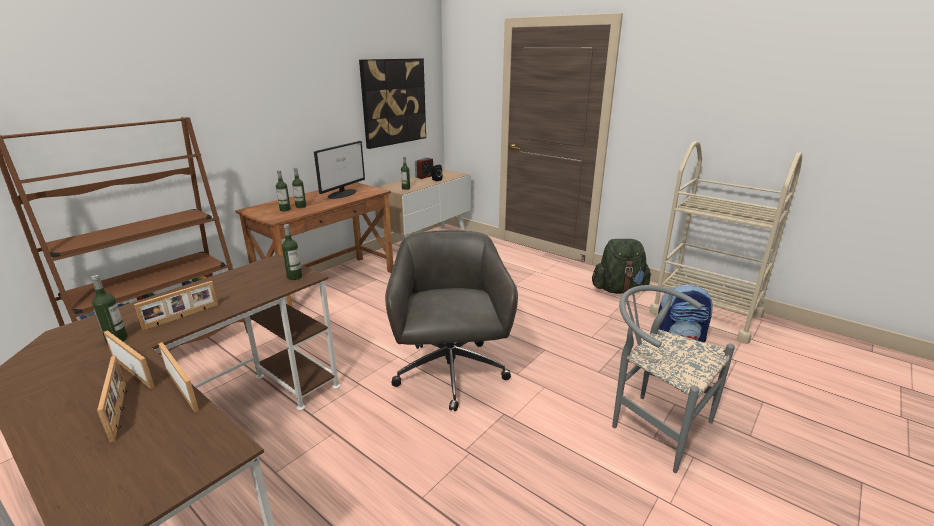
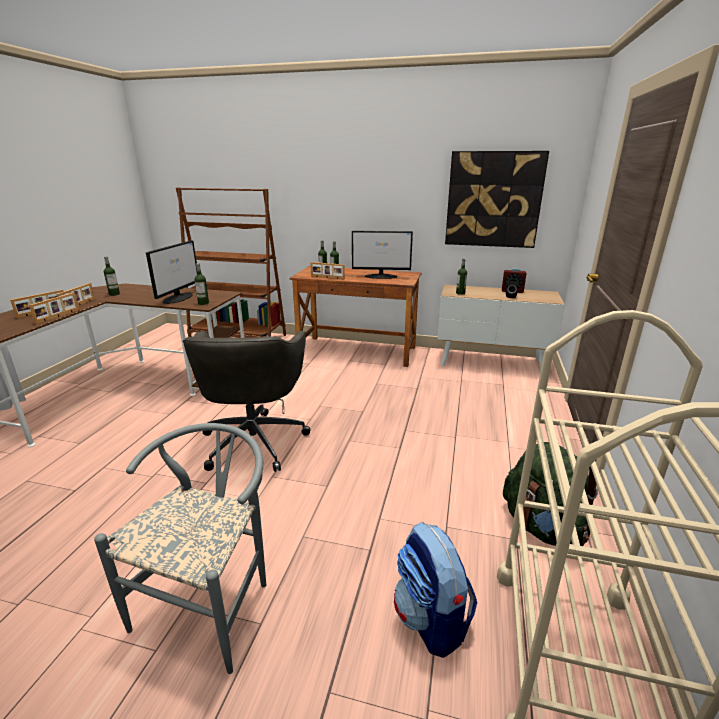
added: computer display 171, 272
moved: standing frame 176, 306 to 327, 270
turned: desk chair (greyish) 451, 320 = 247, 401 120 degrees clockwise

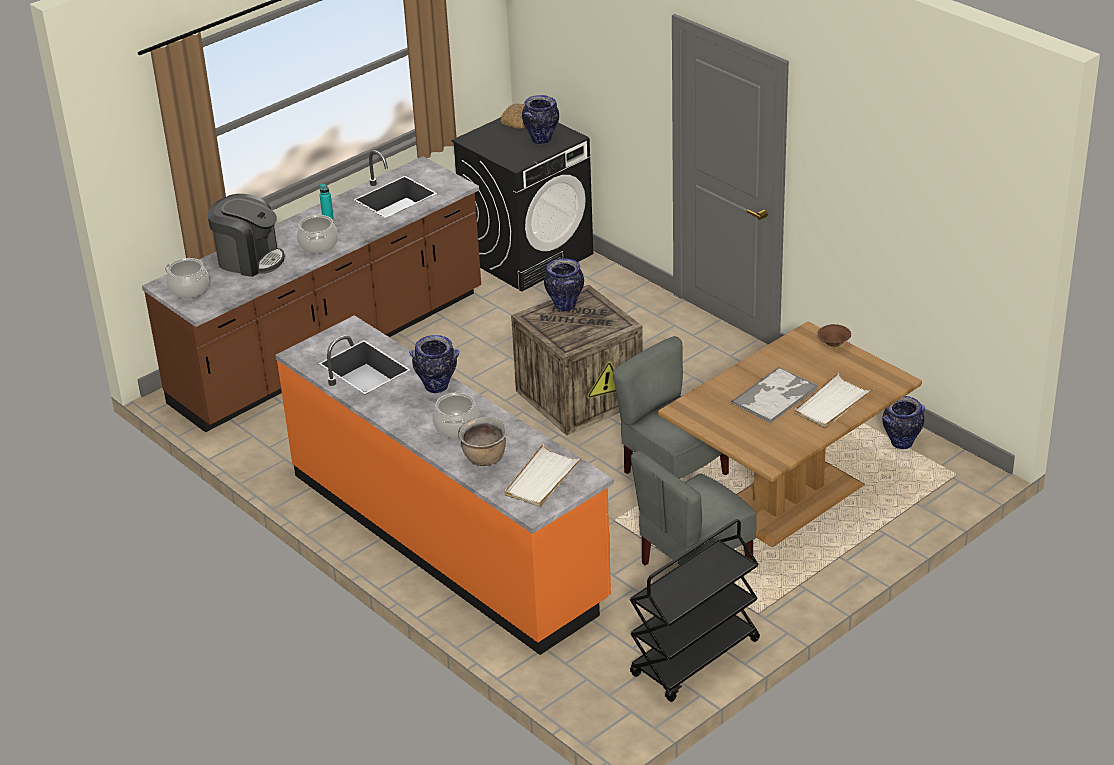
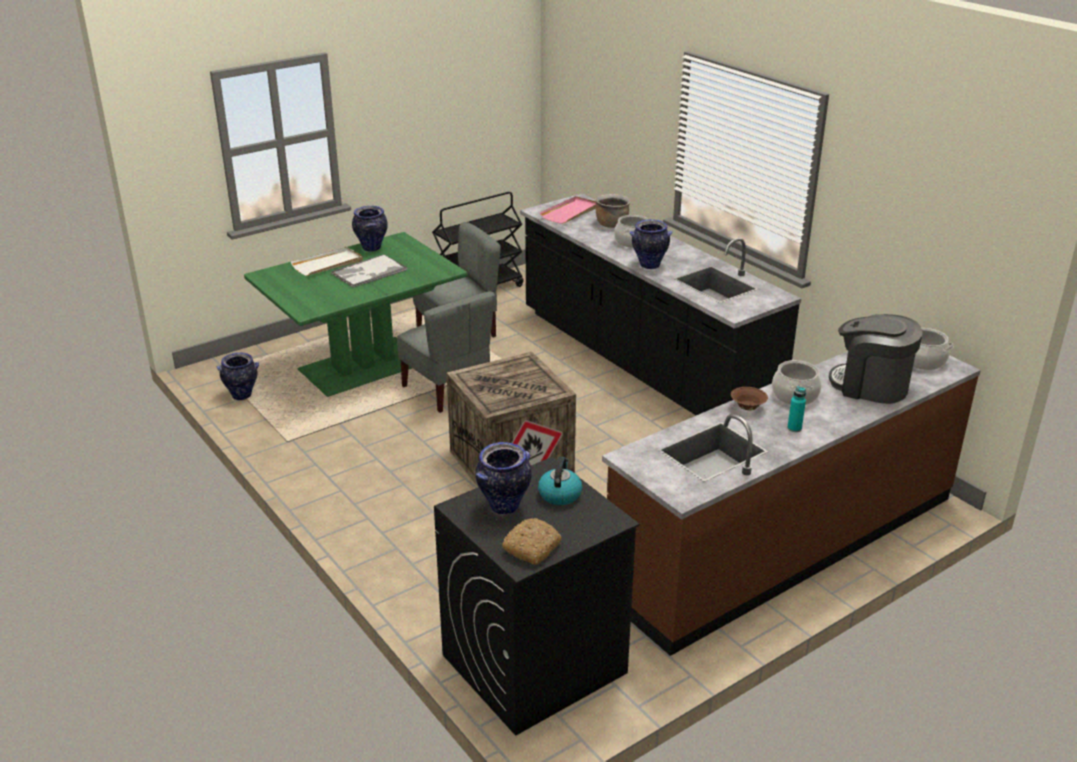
added: tea kettle 560, 481
moved: flower vase 564, 284 to 370, 229; bowl (brown-coloured) 834, 335 to 749, 398
recoloured: dinner table (brown-coloured) 790, 434 to dinner table (greenish) 356, 314; kitchen counter (orange) 444, 485 to kitchen counter (blackish) 660, 304; serving tray (white) 543, 475 to serving tray (pink-coloured) 568, 210

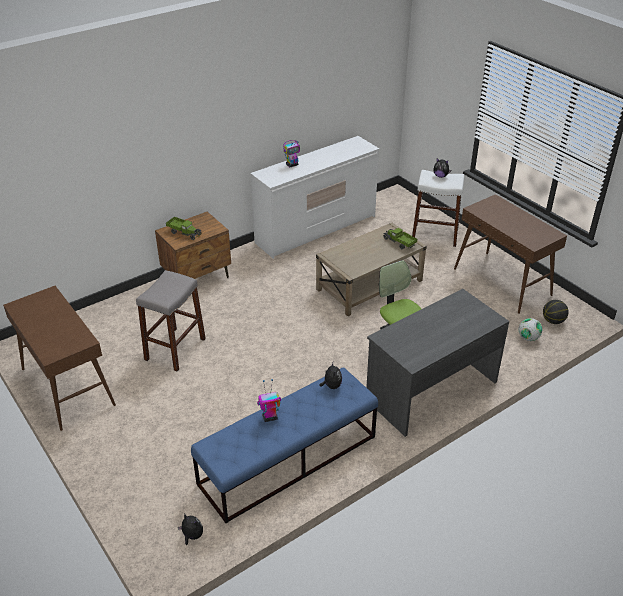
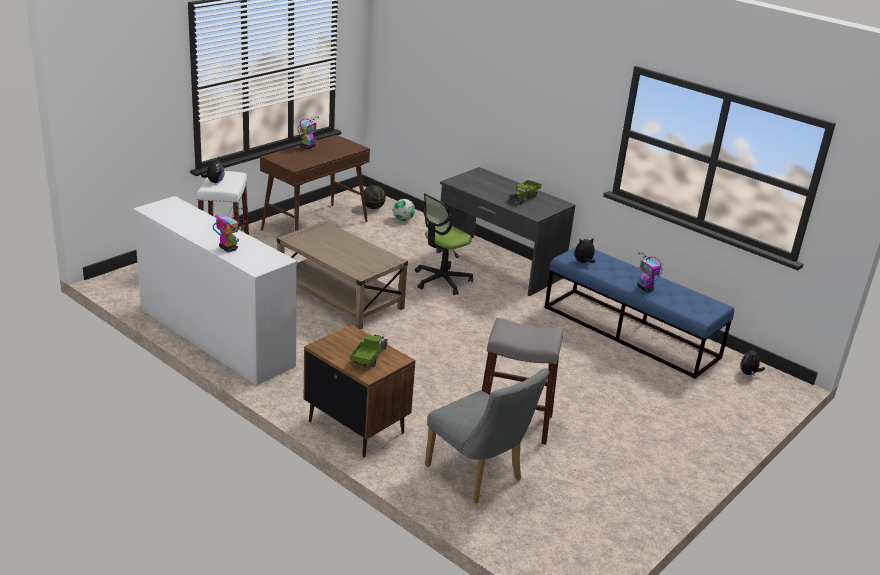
removed: hall table (brown-coloured) 59, 358
added: robot figure 308, 133; plain chair (greyish) 487, 435
moved: toy lorry 400, 238 to 525, 192

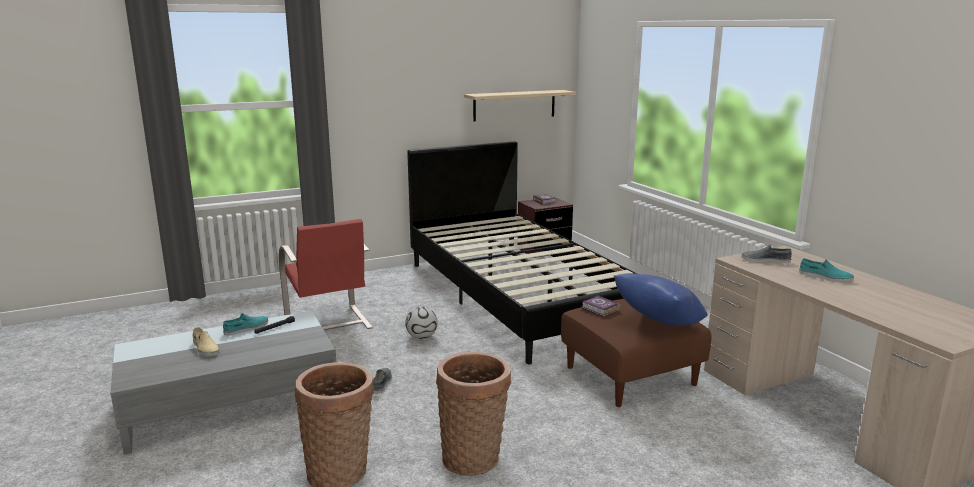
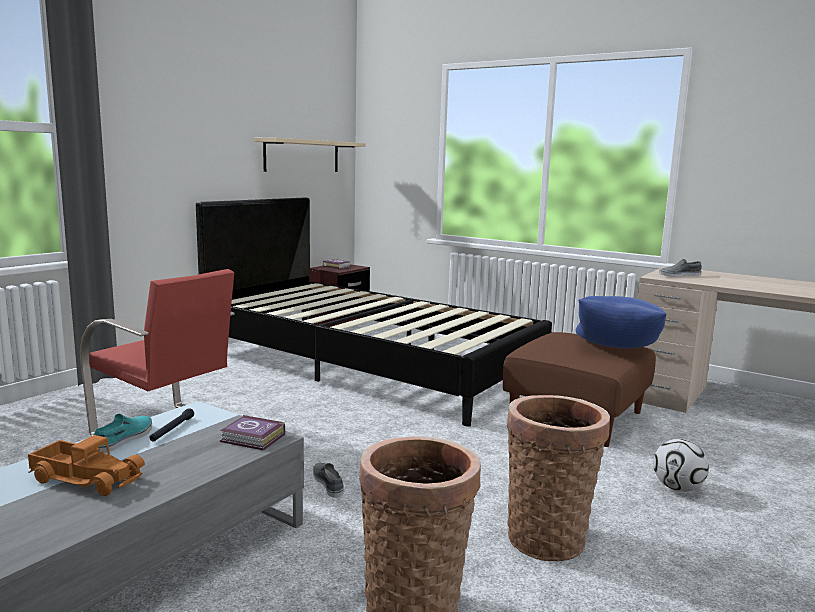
removed: item of footwear (blue-green) 826, 270
moved: bound book 600, 306 to 252, 432; football ball 421, 323 to 681, 465
replaced: item of footwear (sand-coloured) 206, 341 to toy lorry 86, 465

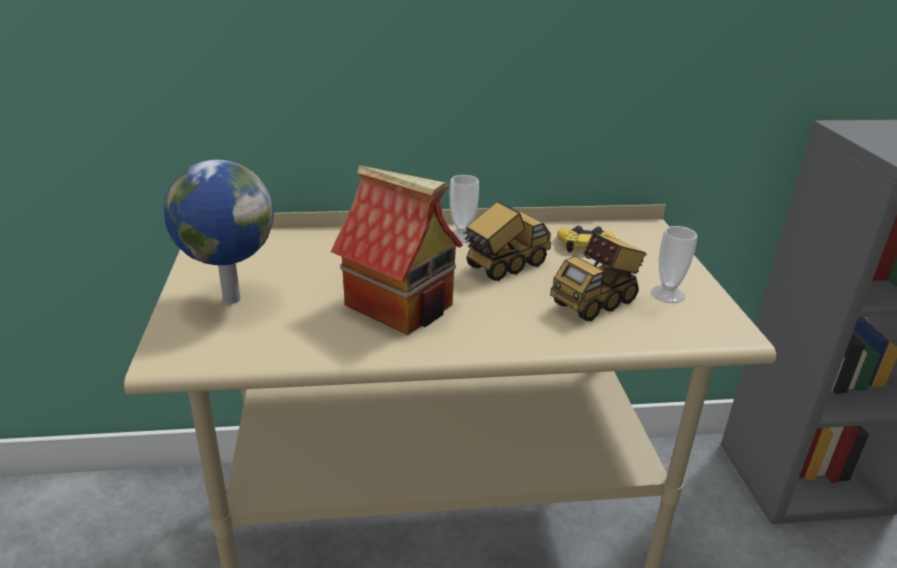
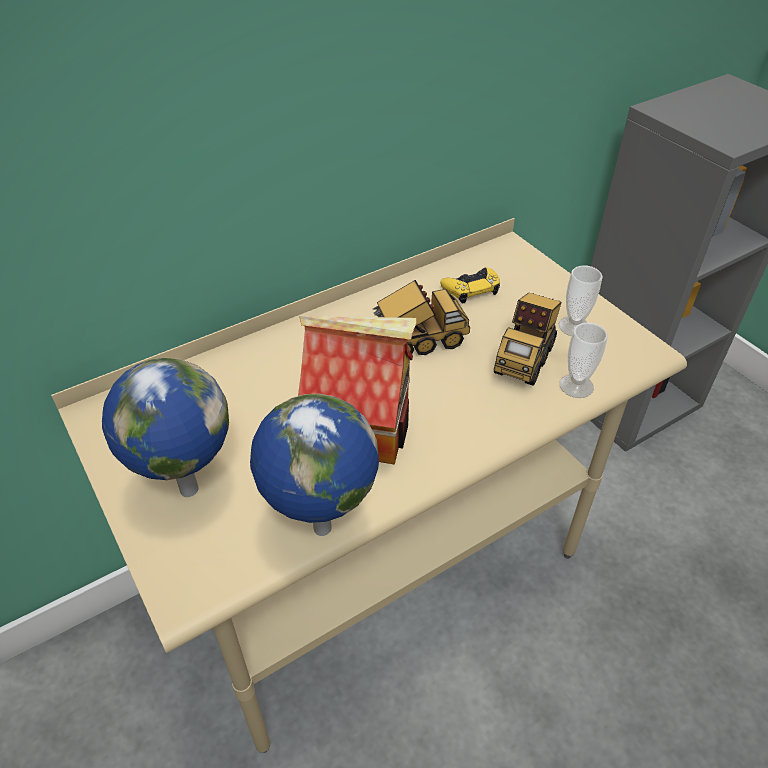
added: world globe 314, 465
moved: drinking cup 464, 209 to 584, 360
turned: toy lorry 507, 241 = 421, 317 45 degrees clockwise

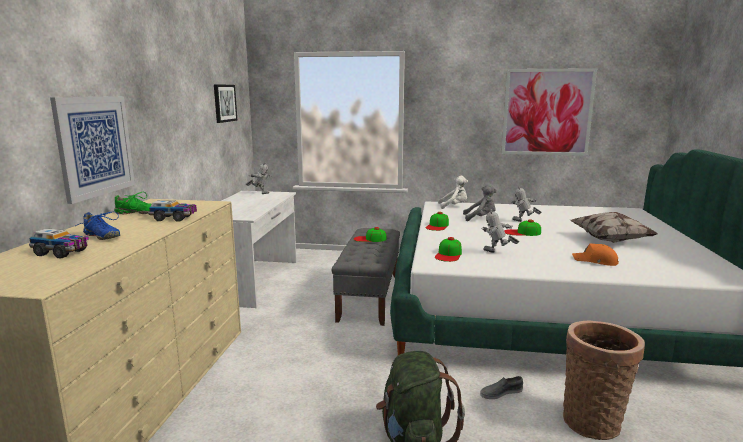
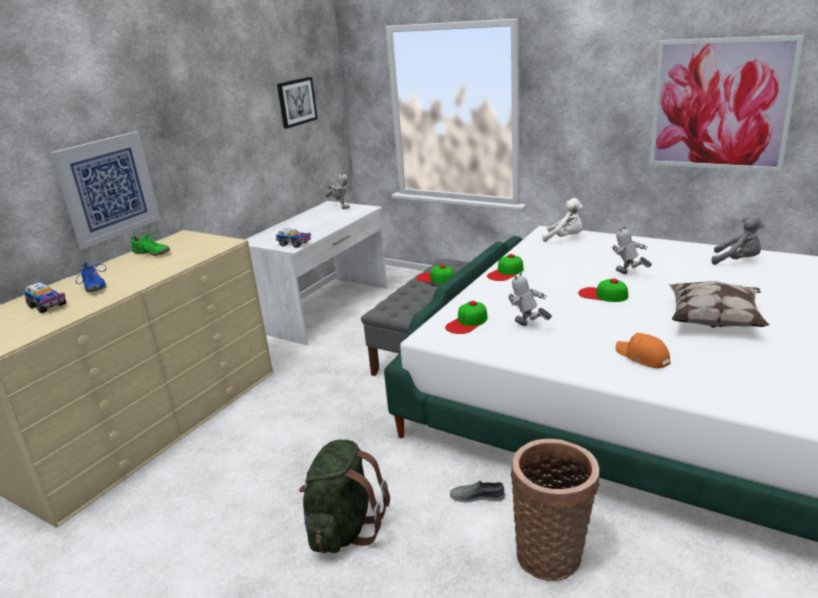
moved: toy lorry 172, 211 to 293, 238; plush toy (greyish) 480, 202 to 738, 240

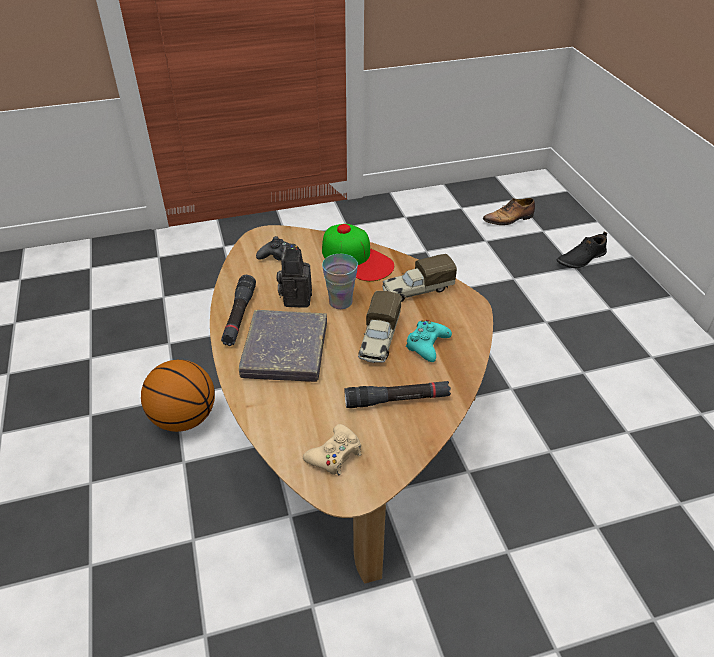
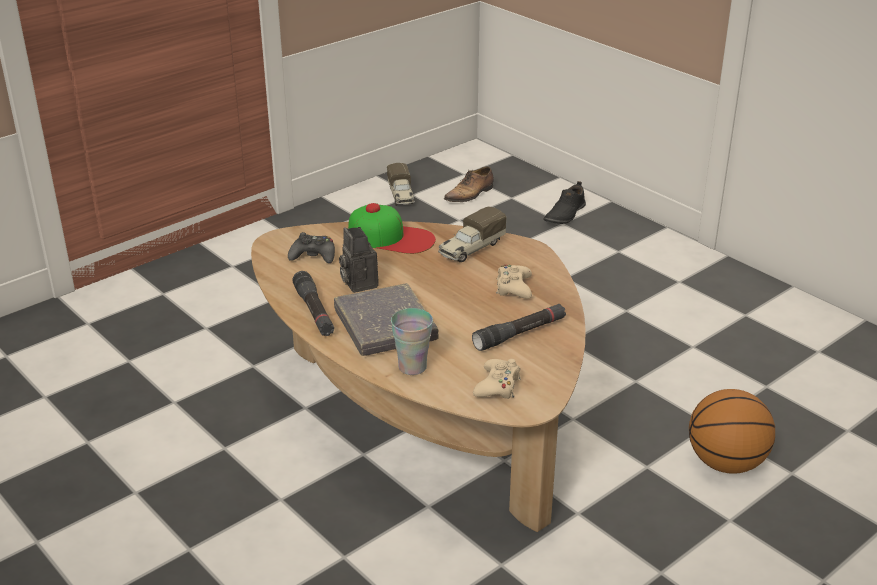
moved: toy lorry 380, 327 to 401, 184; drinking cup 340, 281 to 412, 341; basketball 178, 396 to 732, 431
recoloured: gamepad (blue-green) 429, 341 to gamepad (sand-coloured) 514, 282

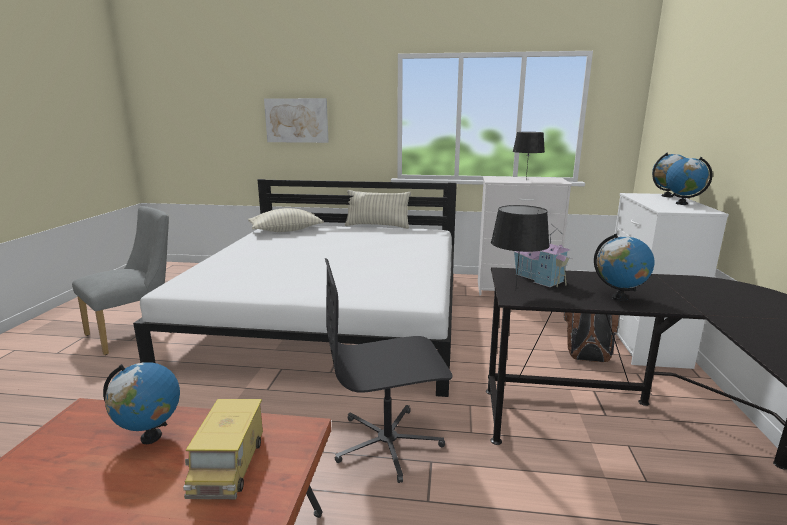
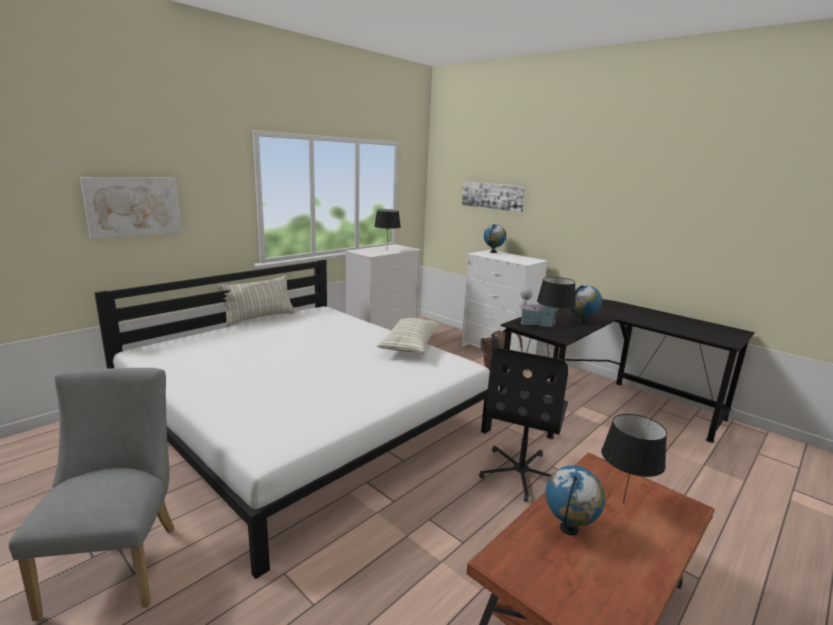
removed: world globe 689, 181
added: picture 494, 196
moved: pillow 286, 220 to 409, 336
replaced: toy lorry 223, 449 to tabletop lamp (blackish) 634, 458

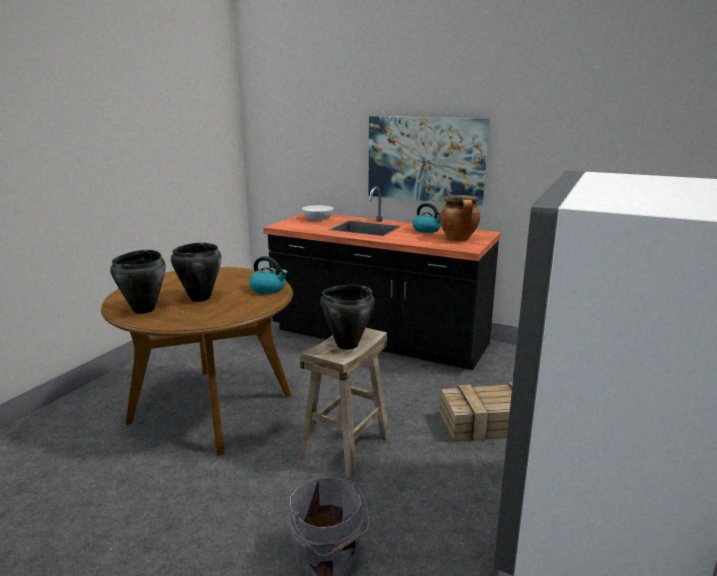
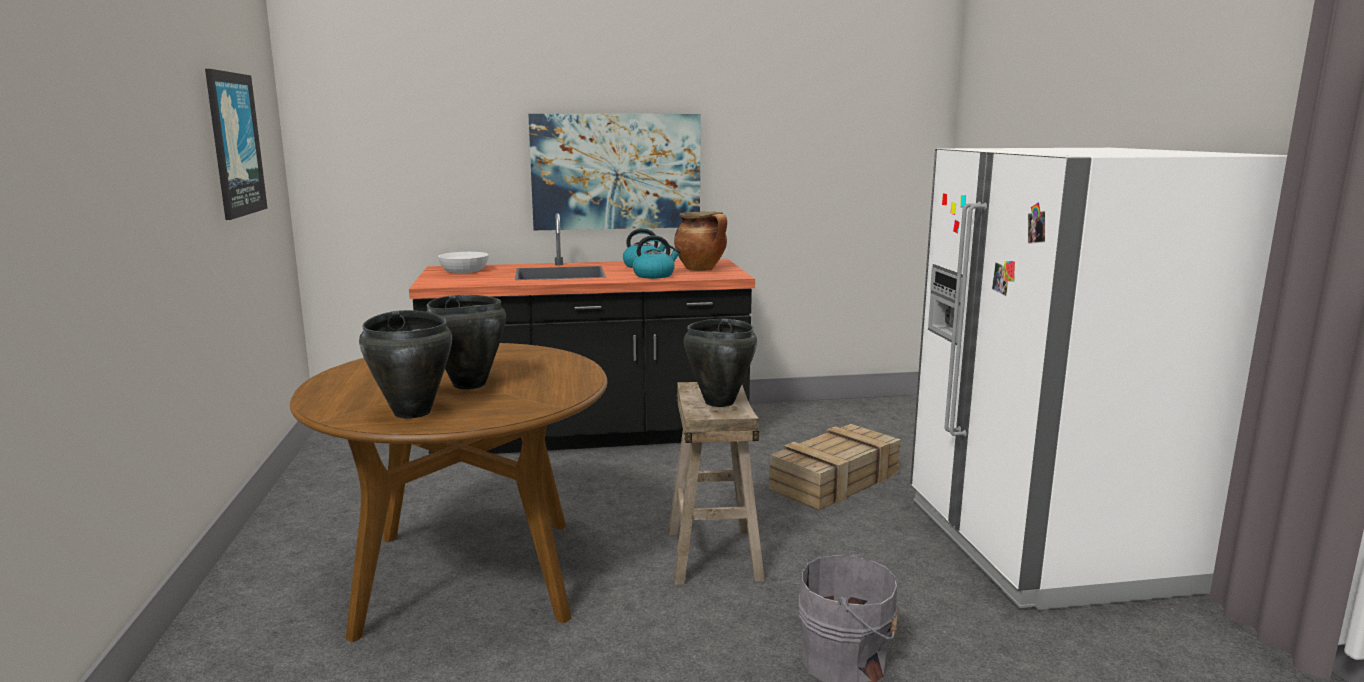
added: picture 236, 144
moved: tea kettle 268, 275 to 657, 257

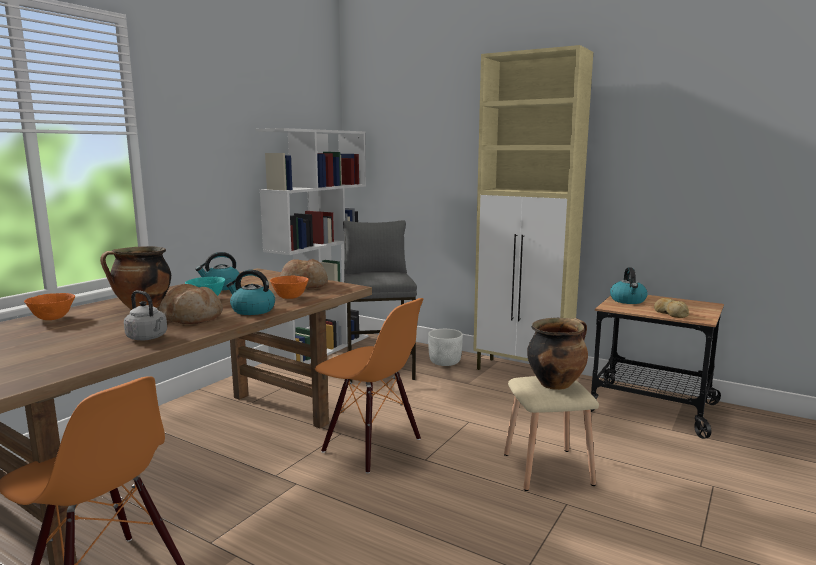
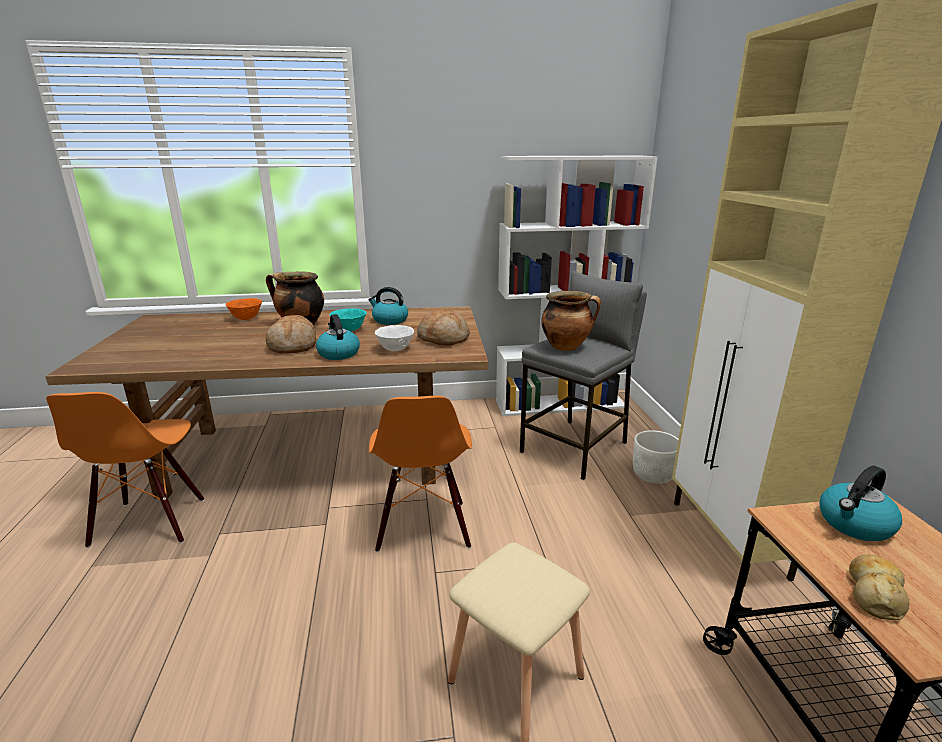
removed: tea kettle (greyish) 145, 315
moved: cooking pot 557, 354 to 571, 321
recoloured: bowl (orange) 289, 287 to bowl (white) 394, 338

